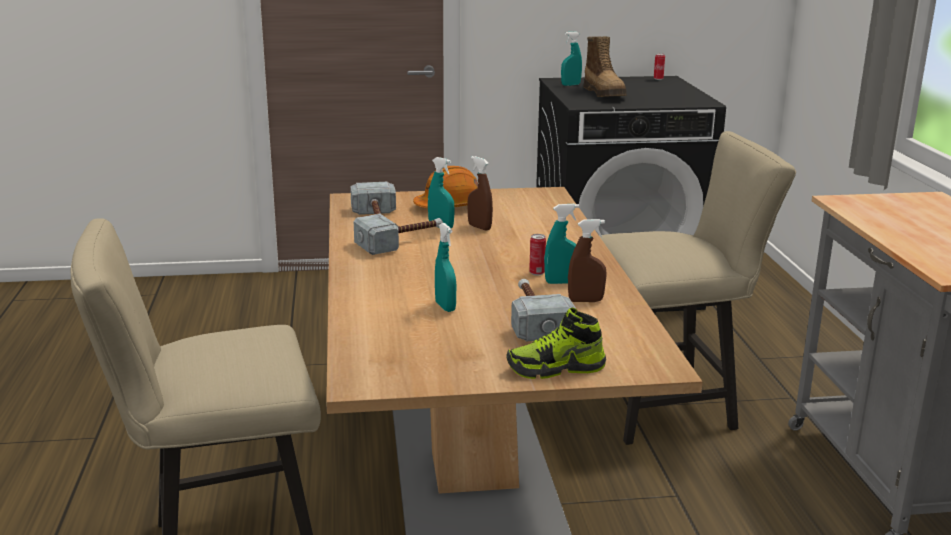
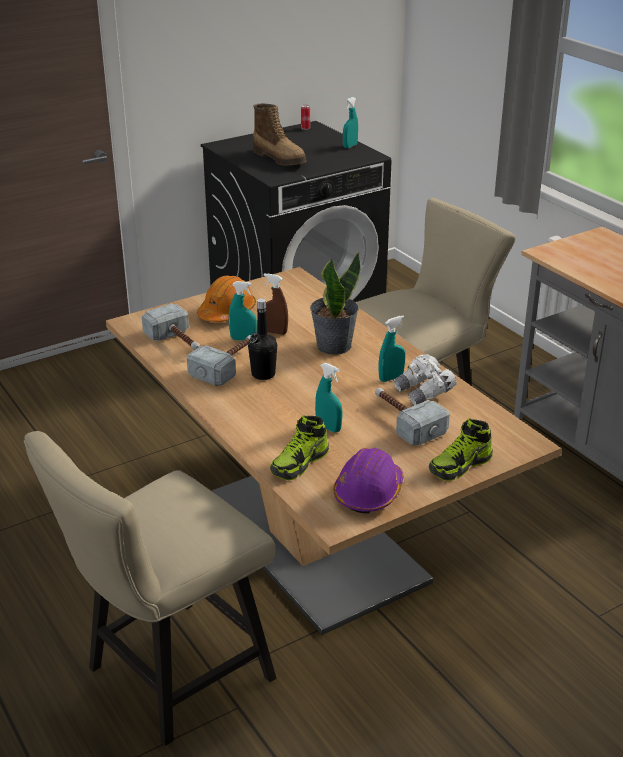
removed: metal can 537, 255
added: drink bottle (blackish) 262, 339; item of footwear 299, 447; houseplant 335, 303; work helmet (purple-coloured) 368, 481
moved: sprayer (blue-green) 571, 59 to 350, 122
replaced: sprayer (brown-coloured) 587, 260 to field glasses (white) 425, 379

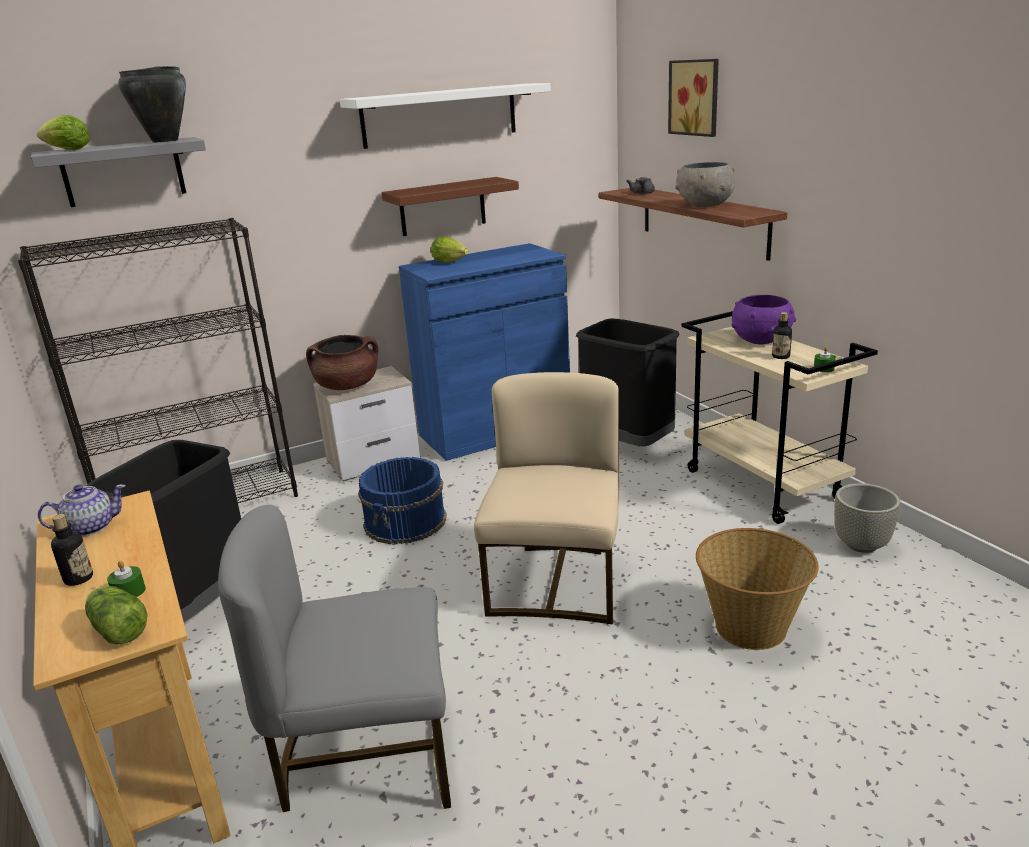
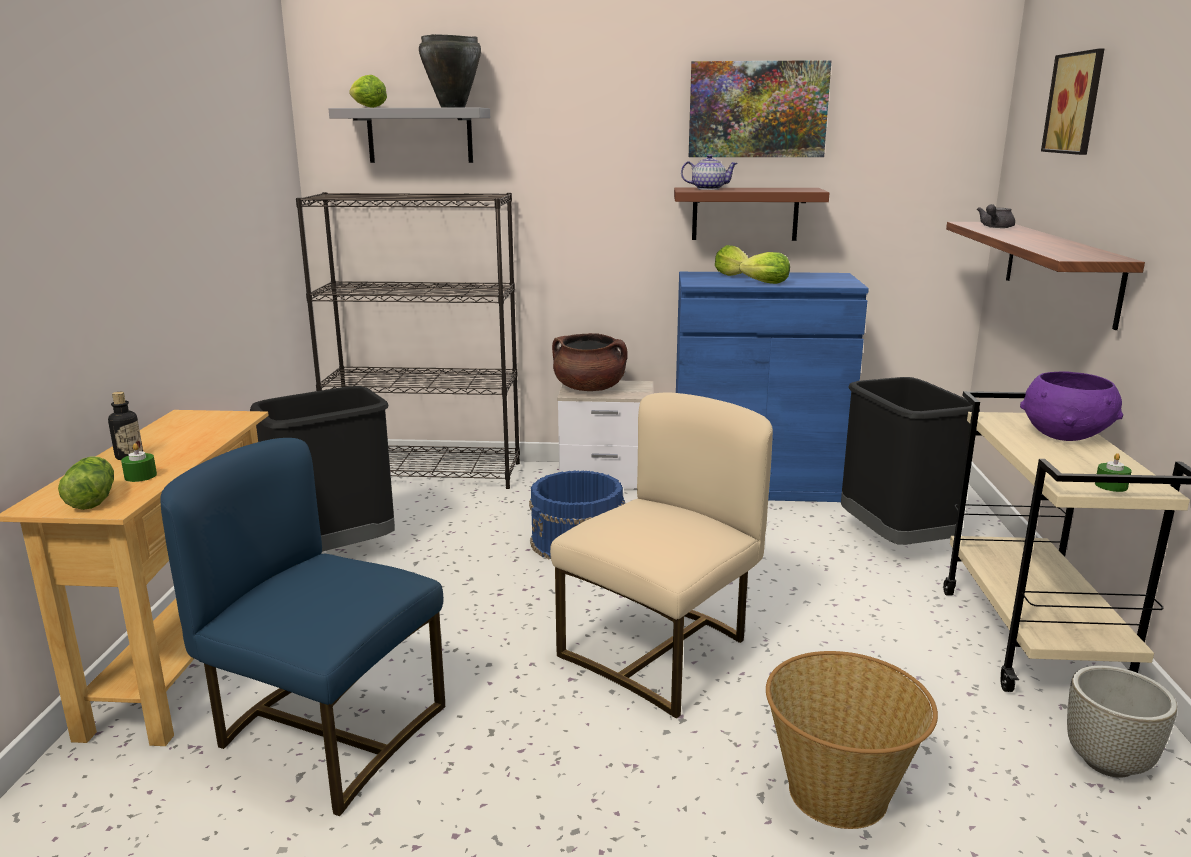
removed: bowl (greyish) 705, 184; drink bottle 782, 335
added: lettuce 764, 268
moved: pot for tea 82, 510 to 709, 172
replaced: bracket shelf (white) 445, 116 to picture 760, 108
recoloured: plain chair (greyish) 334, 658 to plain chair (bluish) 302, 627

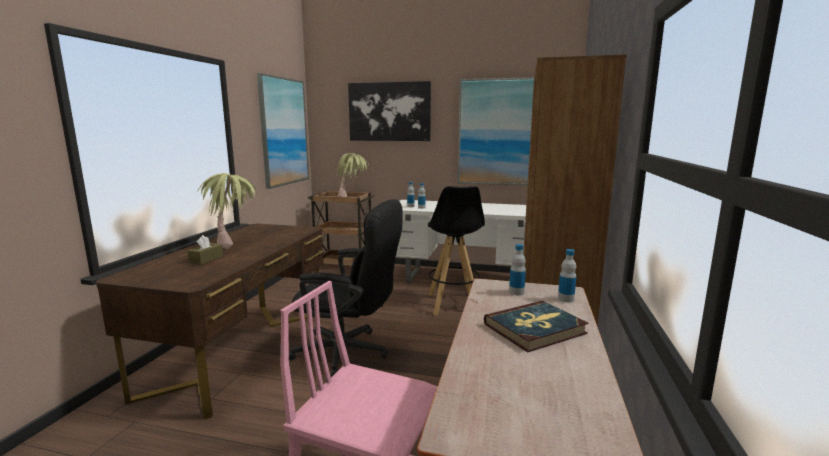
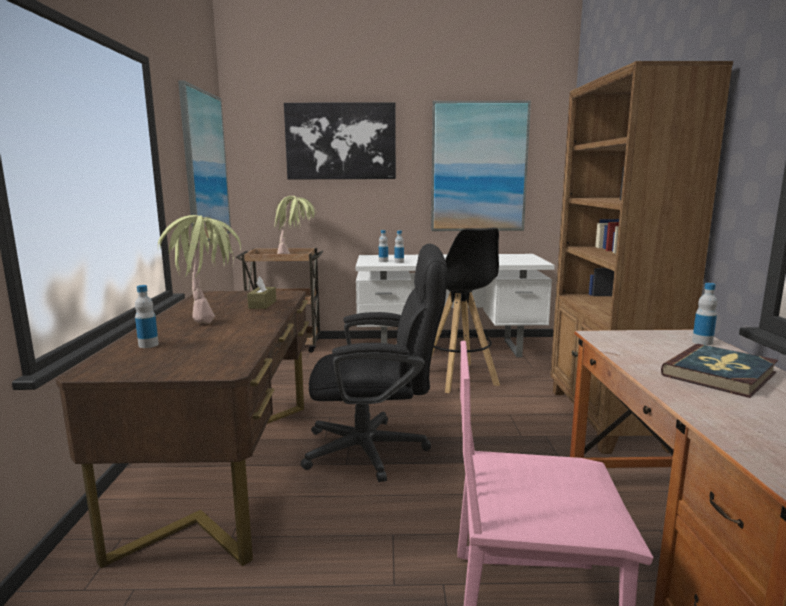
moved: drink bottle 517, 270 to 147, 316; tissue box (brown-coloured) 205, 250 to 261, 292

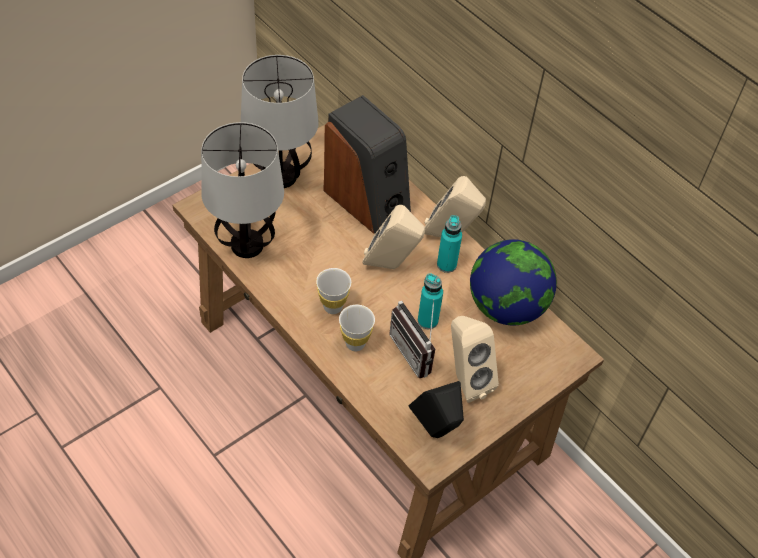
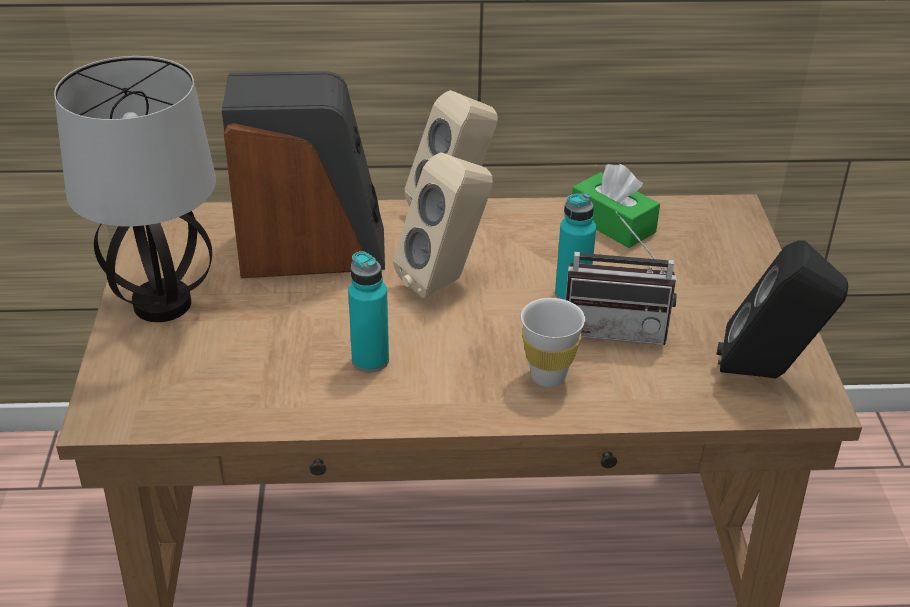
removed: tabletop lamp 242, 190; drinking cup (white) 333, 291; loudspeaker (sand-coloured) 475, 359
moved: drink bottle (blue-green) 449, 244 to 368, 312
replaced: world globe 513, 282 to tissue box (greenish) 616, 206

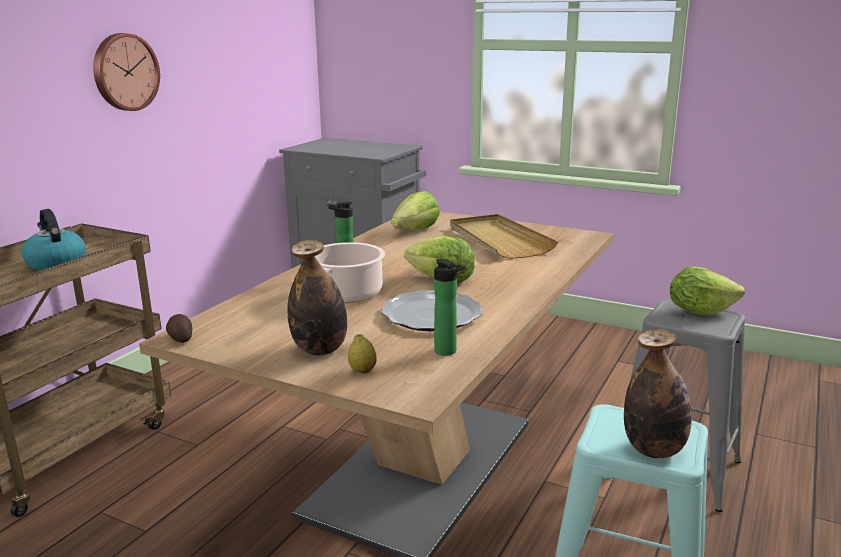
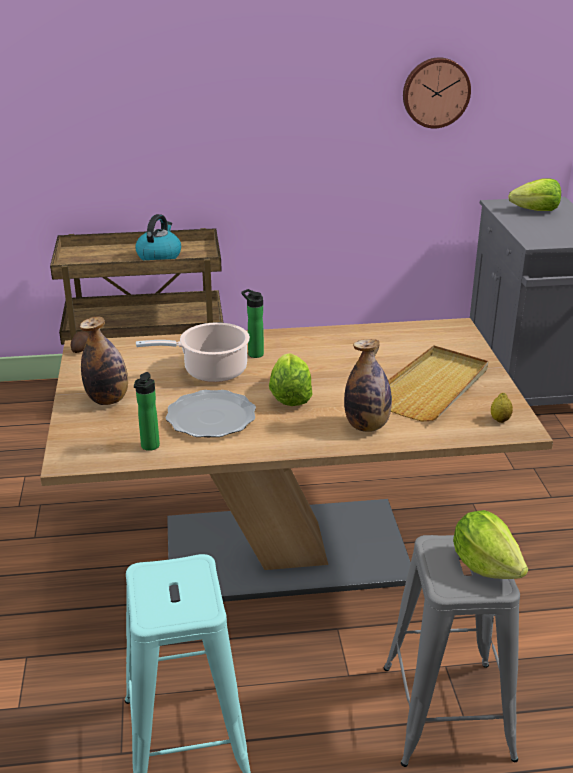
moved: drink bottle 658, 393 to 368, 385; clock on the wall 126, 72 to 437, 92; lemon 362, 353 to 502, 408; lettuce 415, 211 to 534, 194

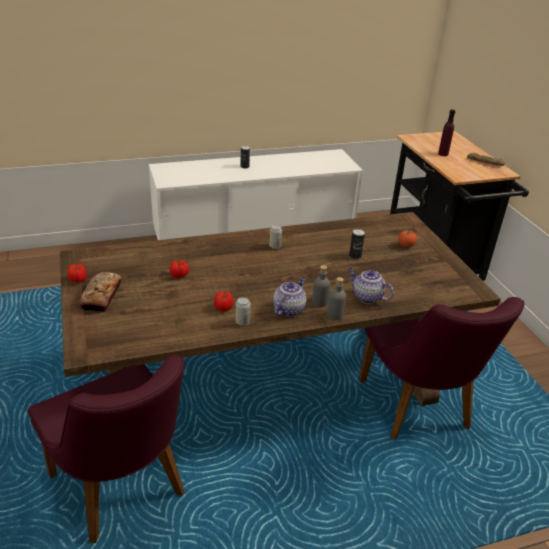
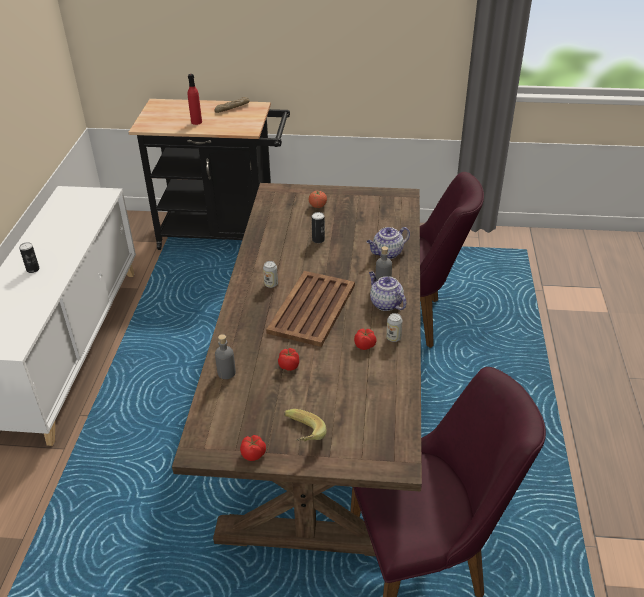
added: serving tray (brown-coloured) 310, 309
moved: drink bottle (greyish) 336, 298 to 225, 356
replaced: bakery bread 100, 292 to whole banana 305, 425
recoloured: drink bottle (purple-coloured) 446, 133 to drink bottle (reddish) 195, 99

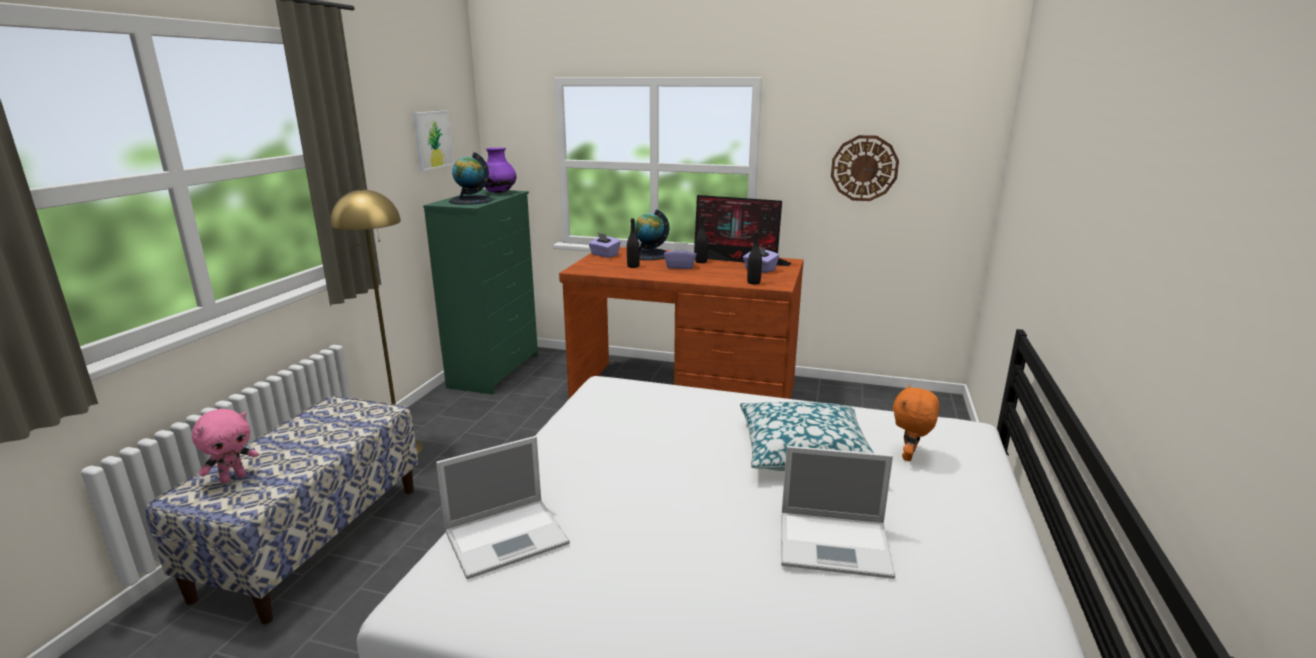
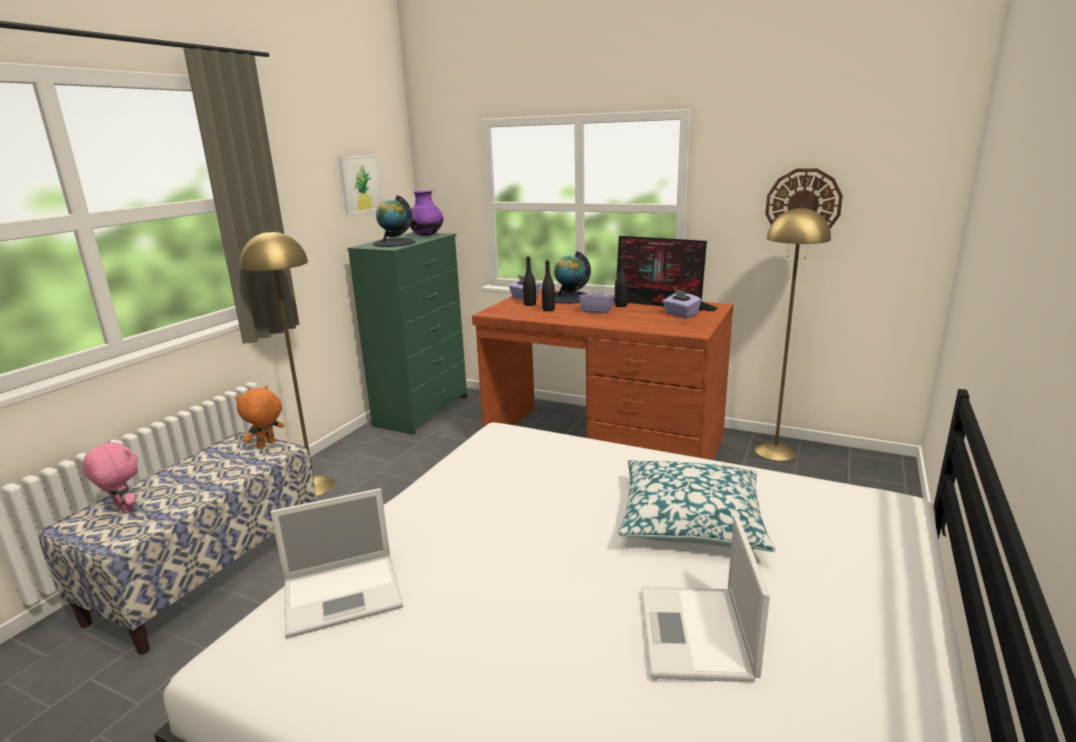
added: standing lamp (yellow-coloured) 793, 333
moved: plush toy (orange) 916, 422 to 259, 417; drink bottle (blackish) 754, 257 to 529, 281
turned: plush toy (pink-coloured) 225, 446 = 110, 476 105 degrees counterclockwise; notebook computer 838, 512 = 705, 599 75 degrees clockwise

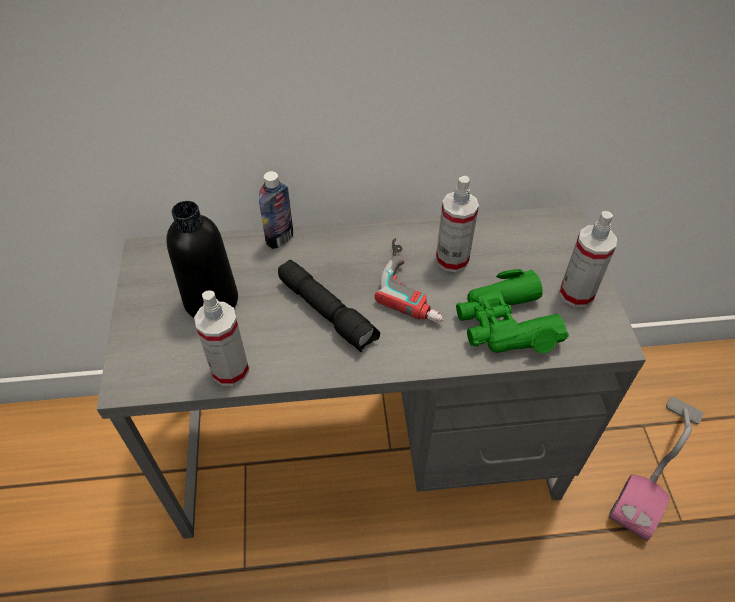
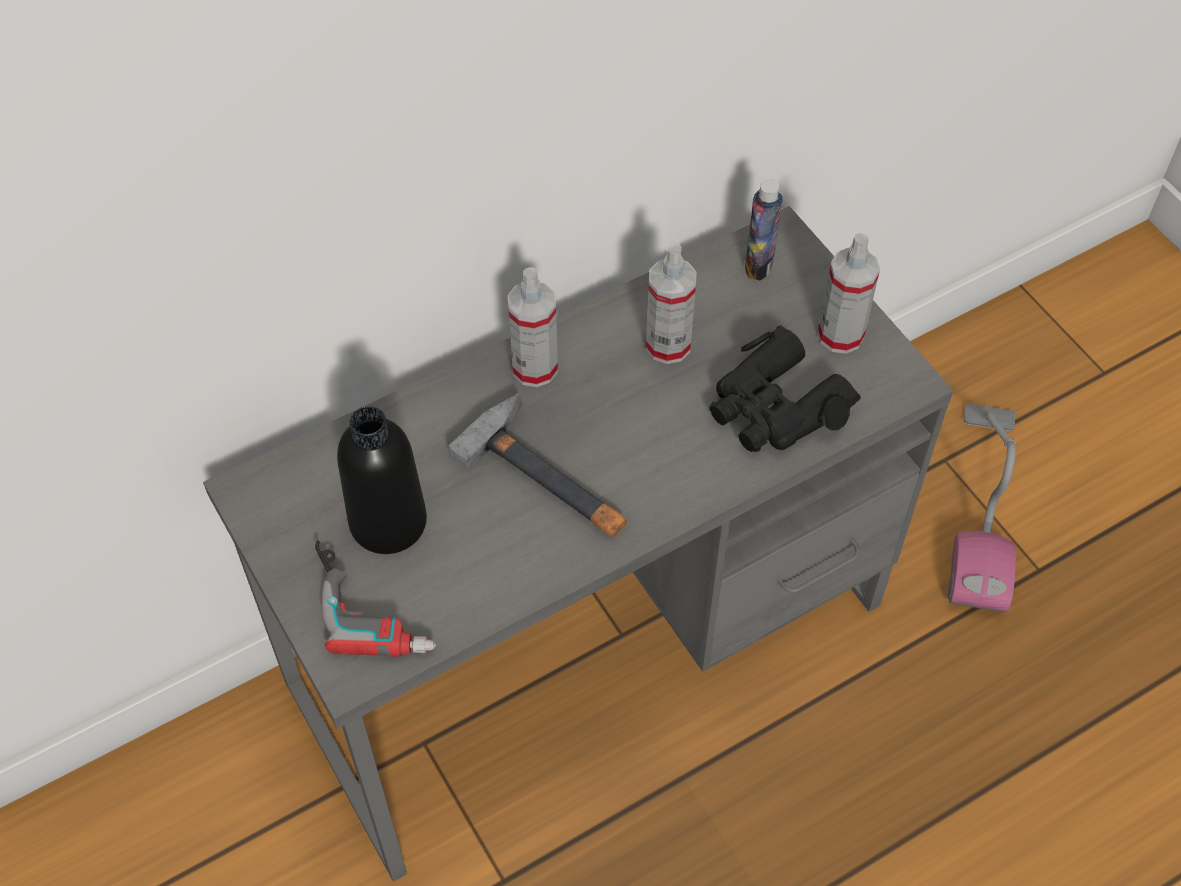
moved: drill 409, 280 to 375, 598; sprayer 221, 338 to 532, 327; drink bottle 276, 210 to 763, 230
replaced: flashlight (blackish) 329, 306 to hammer 537, 465
recoloured: field glasses (greenish) 512, 311 to field glasses (blackish) 784, 388

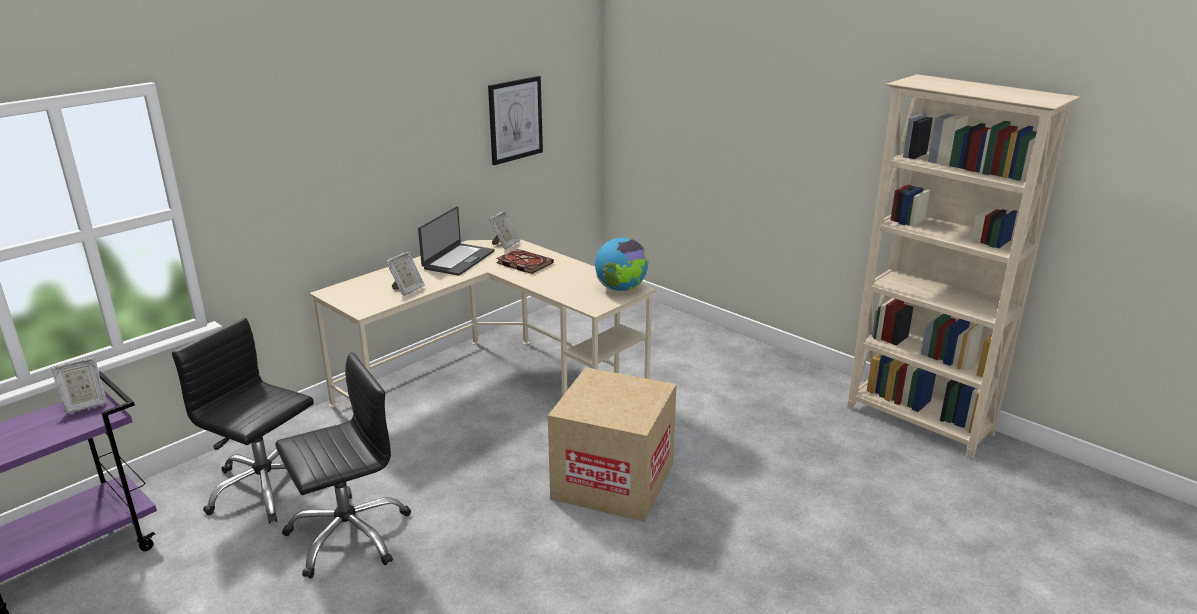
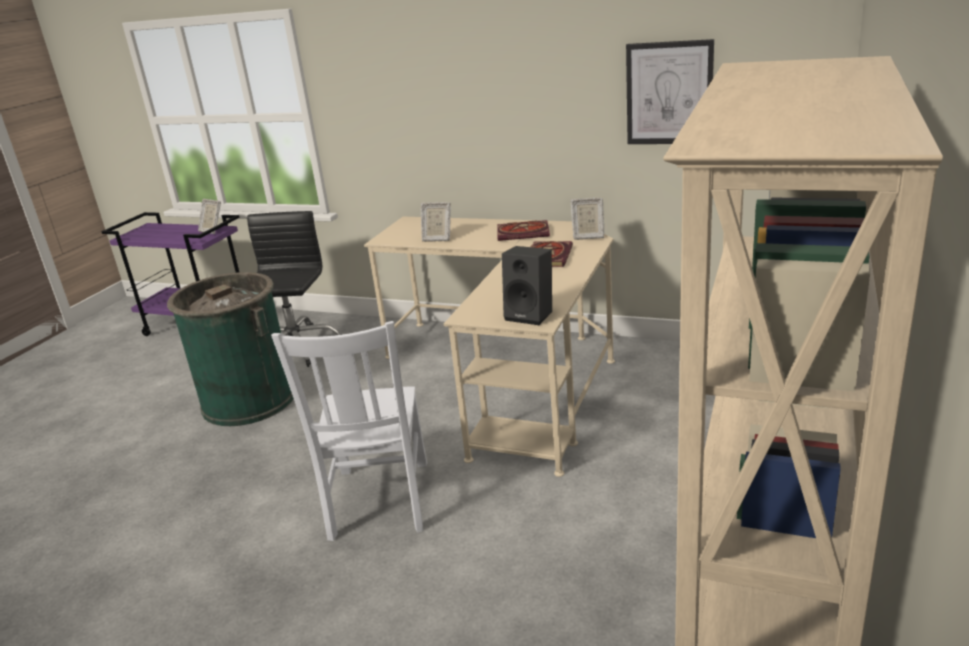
replaced: desk chair (blackish) 343, 465 to waste bin (greenish) 230, 349; carton 612, 444 to plain chair (white) 349, 431; notebook computer 456, 241 to bound book 523, 230; world globe 622, 264 to loudspeaker (blackish) 527, 285

